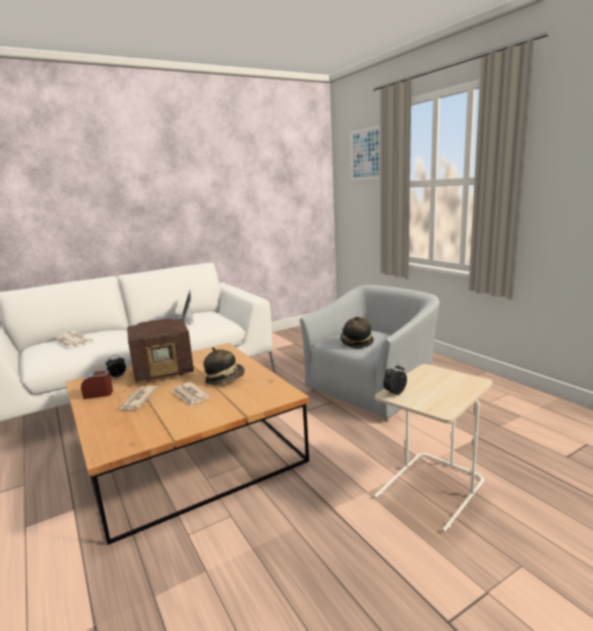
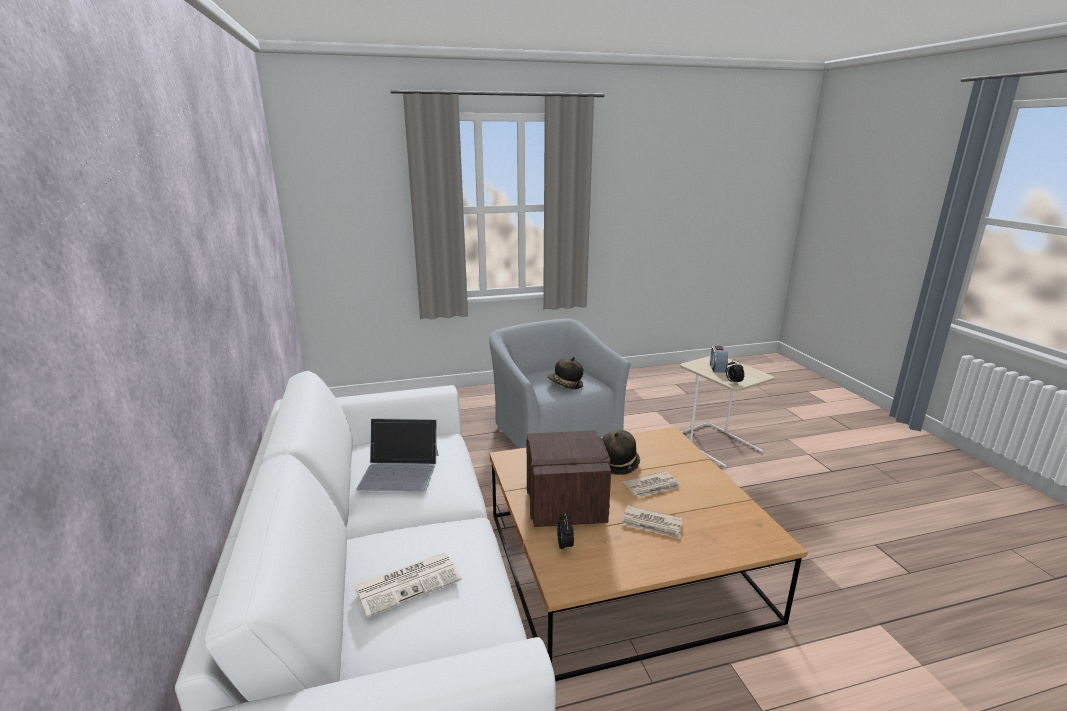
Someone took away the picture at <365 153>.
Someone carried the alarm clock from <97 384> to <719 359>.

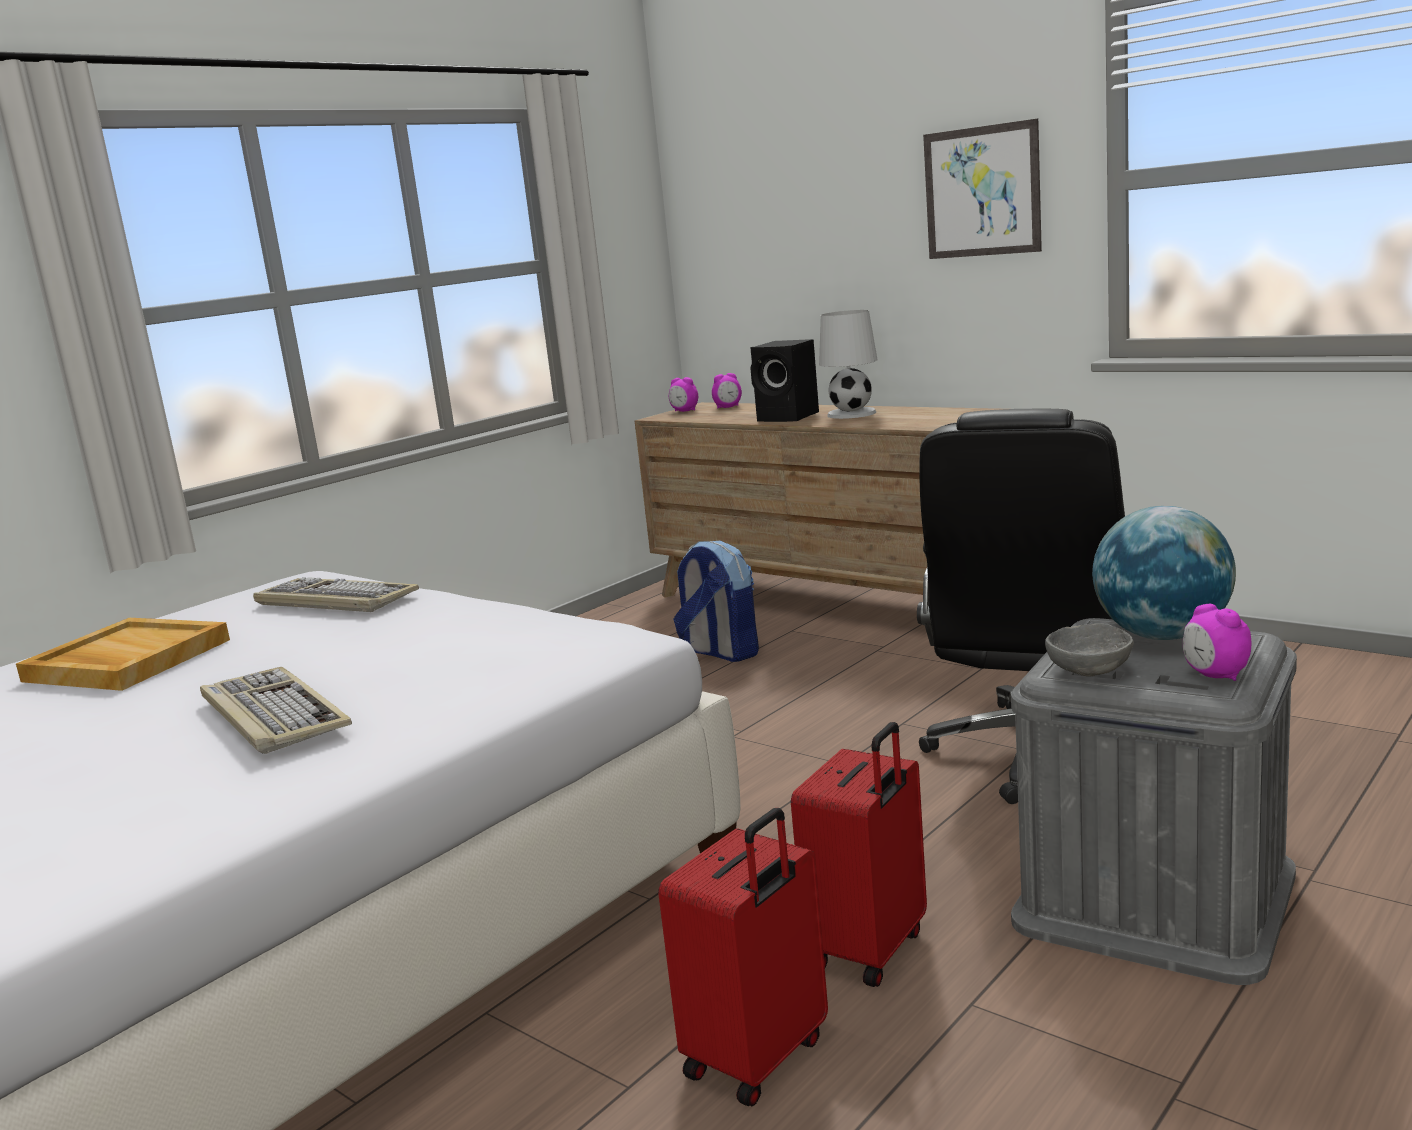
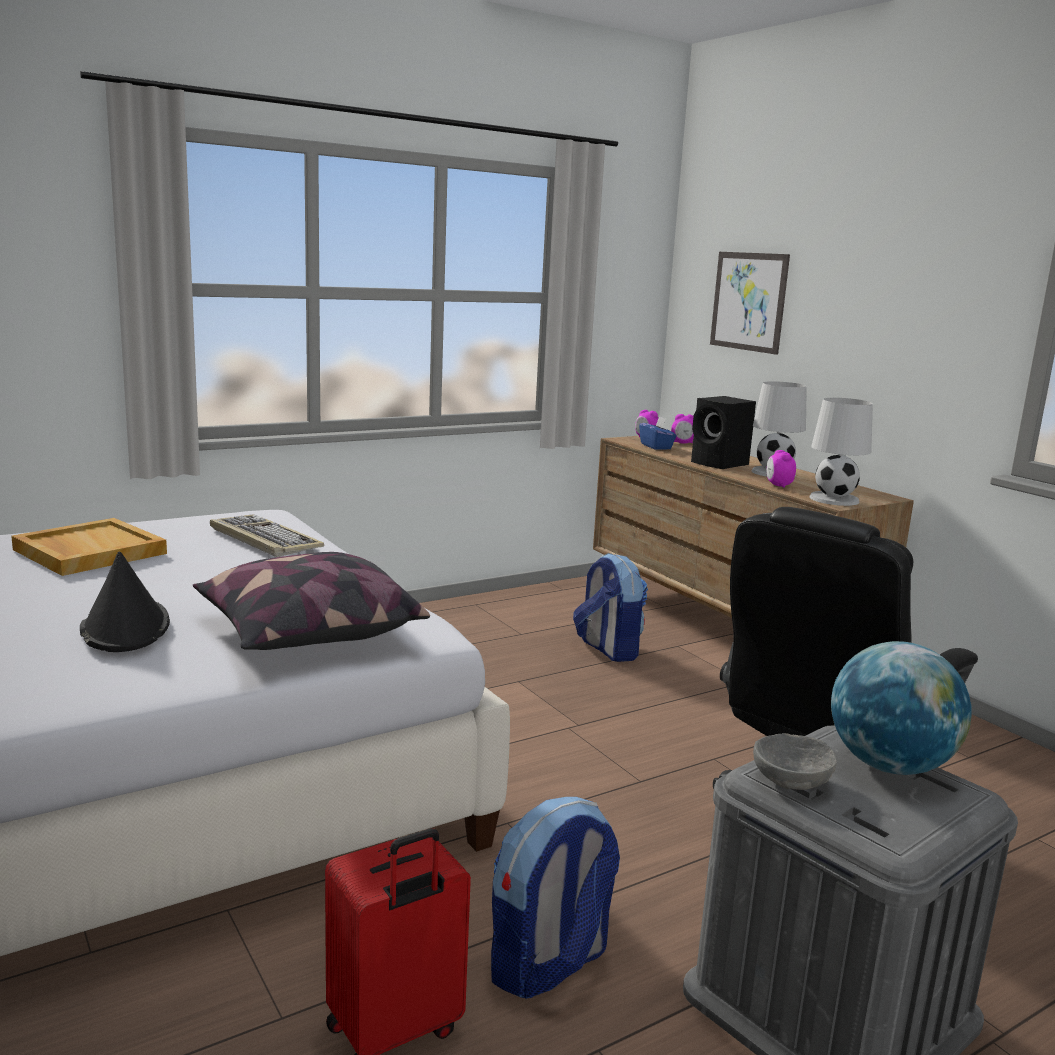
Someone carried the picture from <982 189> to <750 303>.
Someone carried the alarm clock from <1217 642> to <781 469>.
Someone swapped the keyboard at <276 710> for the black hat at <125 601>.
Someone swapped the red suitcase at <859 854> for the backpack at <555 898>.
Someone put down the white table lamp at <841 452>.
Someone put down the blue tissue box at <658 433>.
Someone put down the pillow at <311 601>.

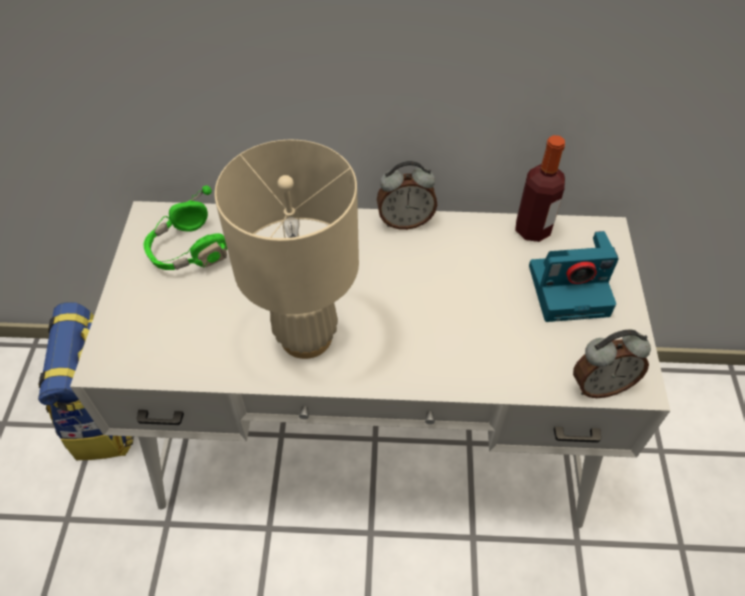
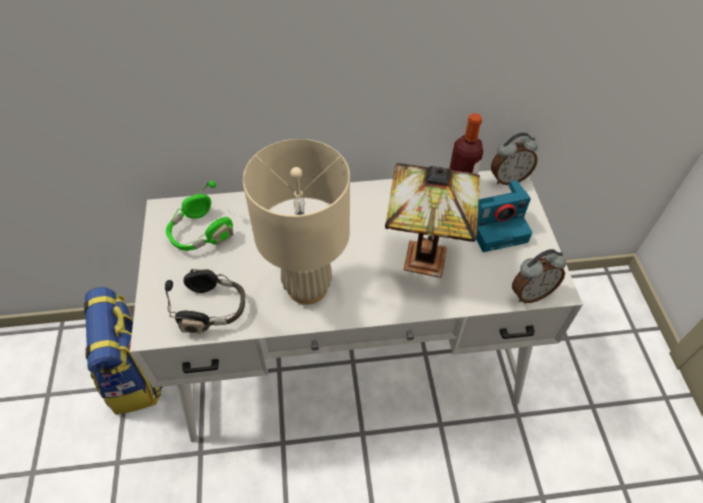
Someone carried the alarm clock from <407 195> to <514 159>.
Someone put down the table lamp at <432 220>.
Someone put down the black headphones at <205 301>.

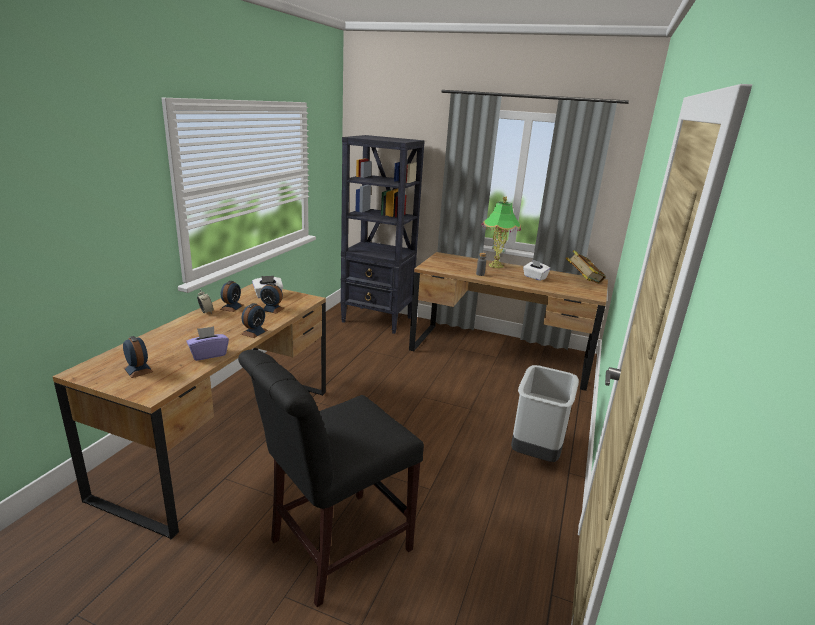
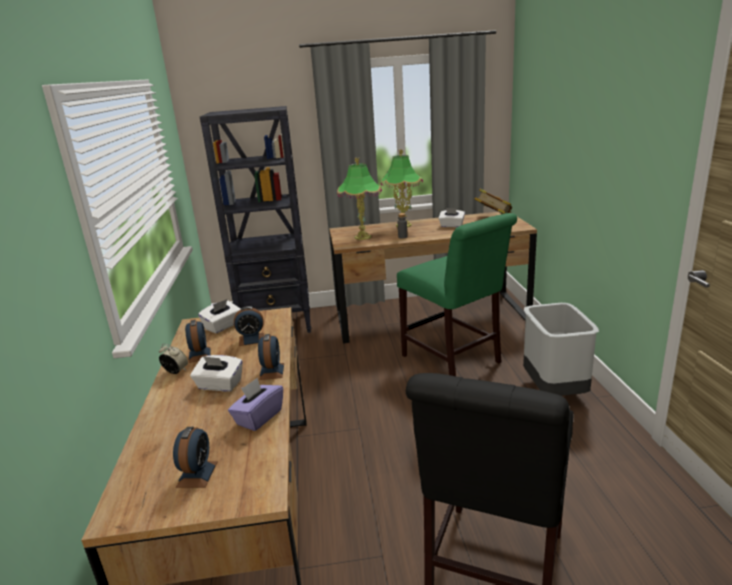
Someone rotated the alarm clock at <138 357> by 75 degrees clockwise.
Someone put down the table lamp at <359 199>.
Someone put down the green chair at <457 294>.
Someone put down the white tissue box at <216 373>.

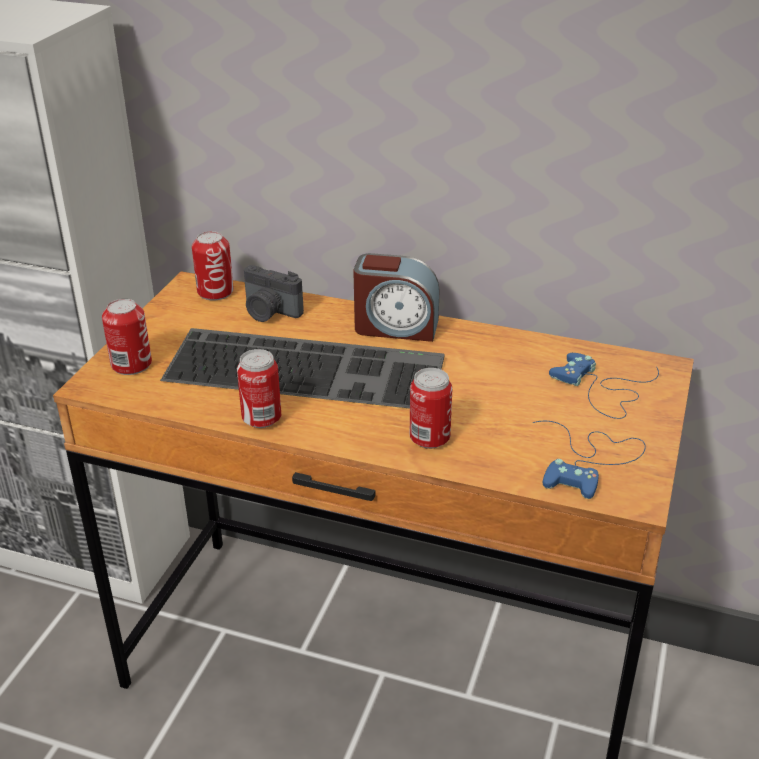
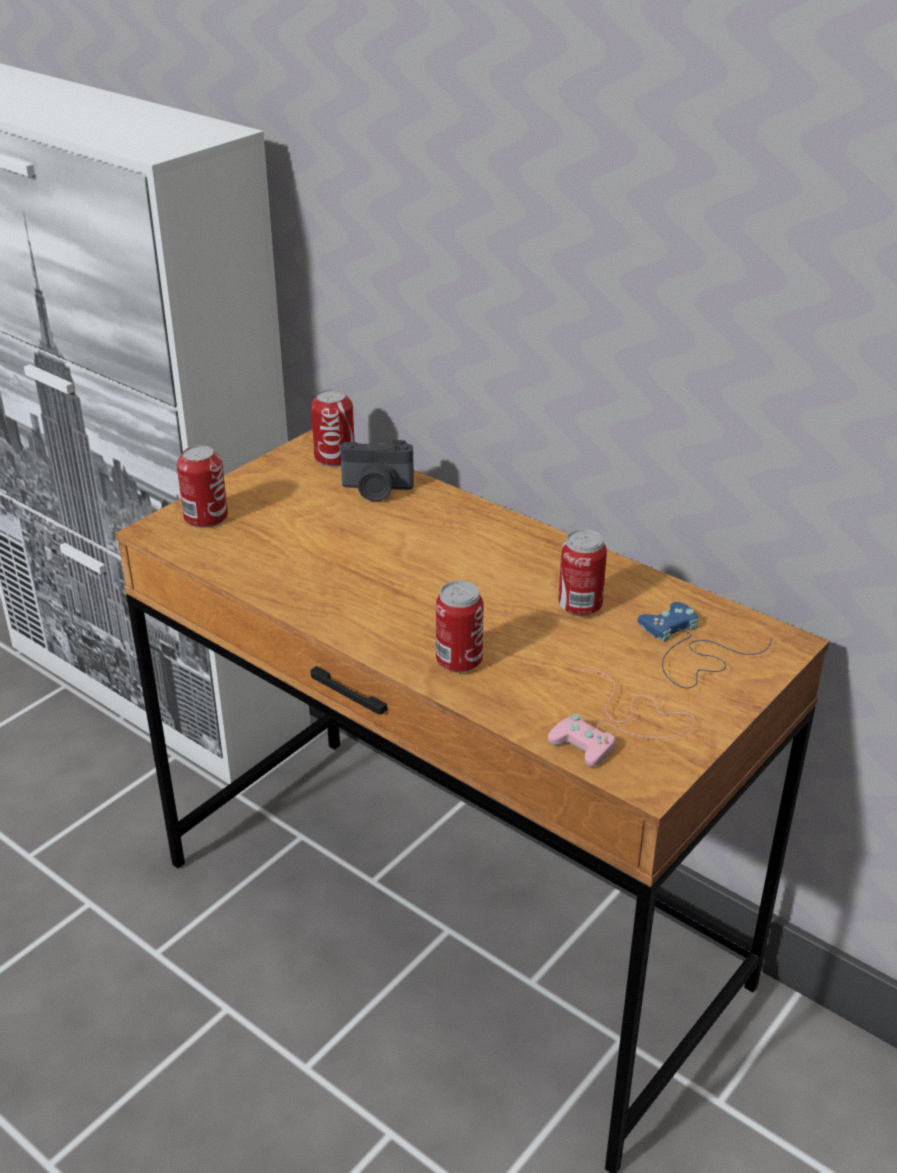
Someone took away the alarm clock at <396 297>.
Someone rotated the photo camera at <274 293> by 45 degrees counterclockwise.
Someone took away the keyboard at <302 368>.
Someone carried the can from <259 388> to <582 572>.
Someone repainted the blue game controller at <589 460>, which became the pink game controller at <621 718>.

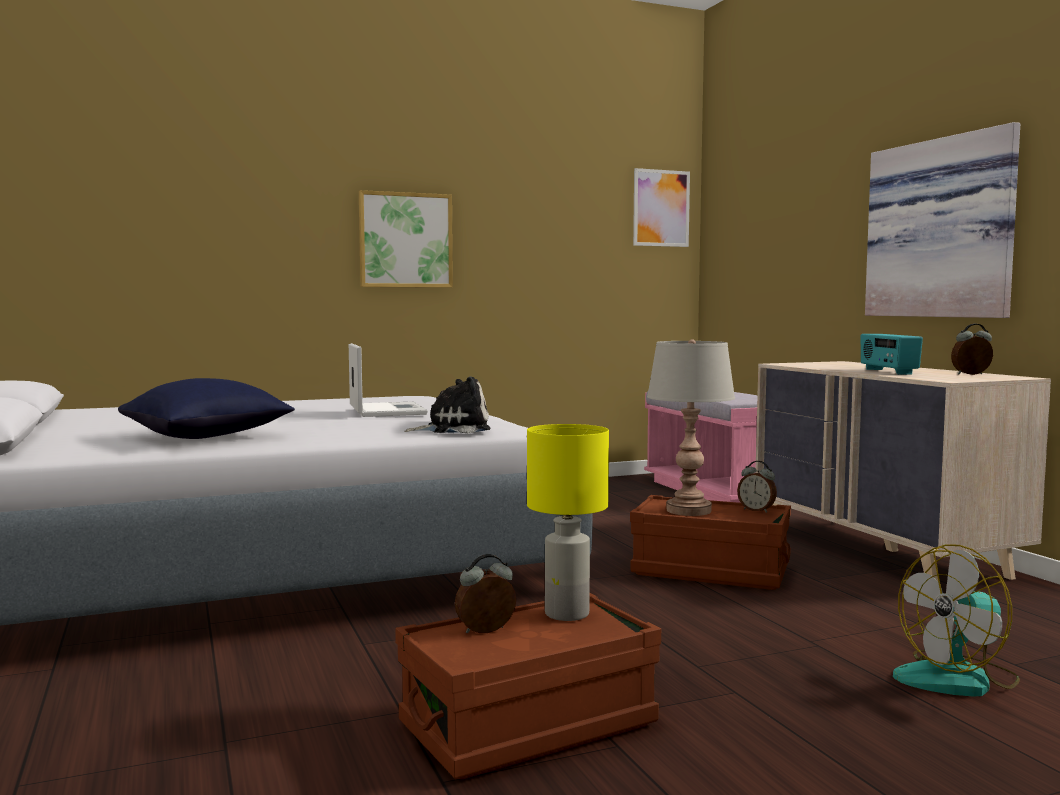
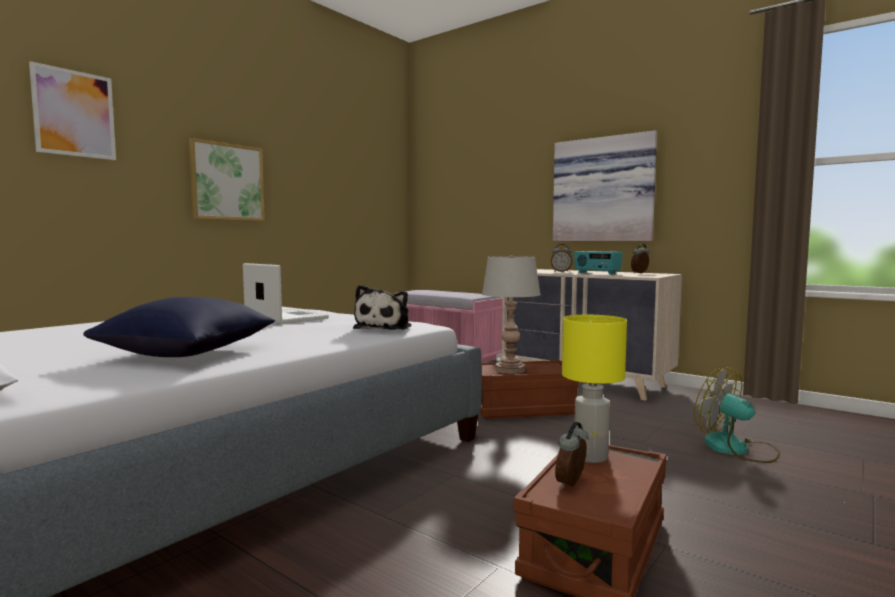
Someone carried the picture from <661 207> to <72 110>.
Someone rotated the plush toy at <447 404> by 150 degrees clockwise.
Someone carried the alarm clock from <757 487> to <561 258>.
Someone rotated the fan at <956 620> by 105 degrees clockwise.

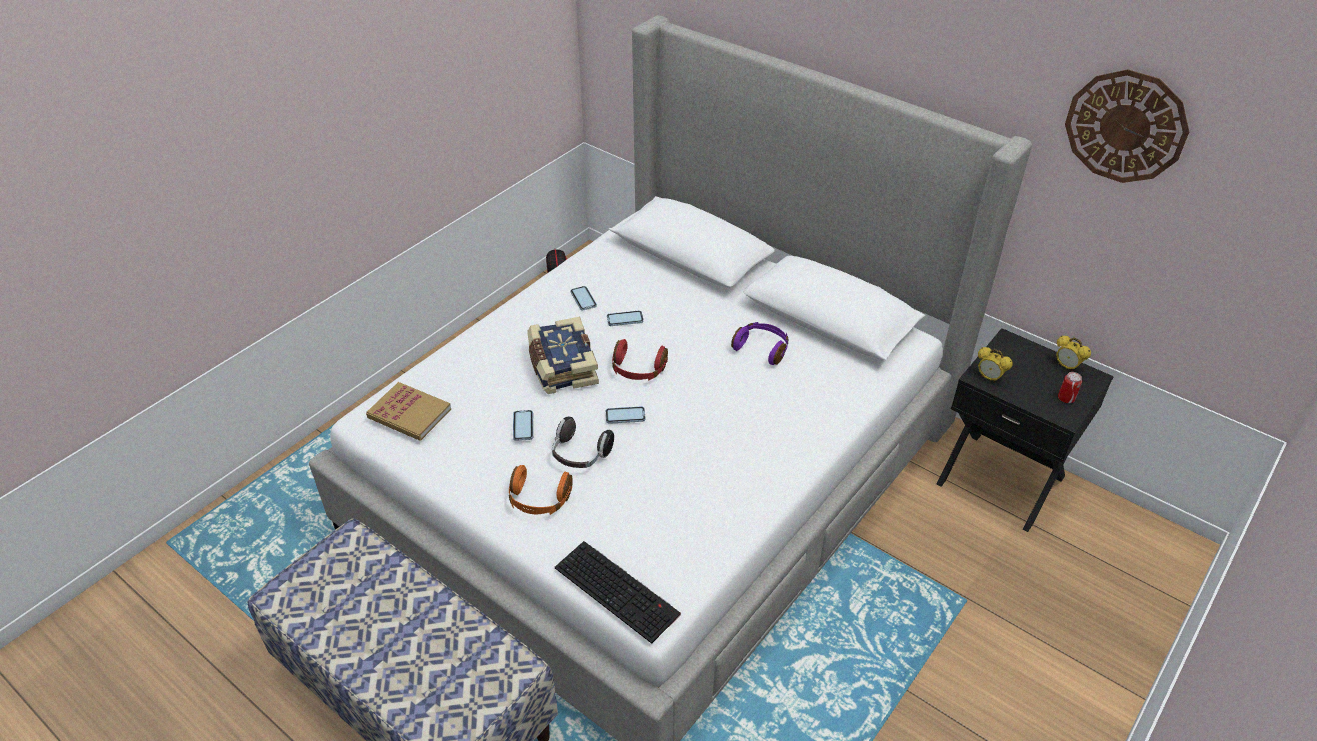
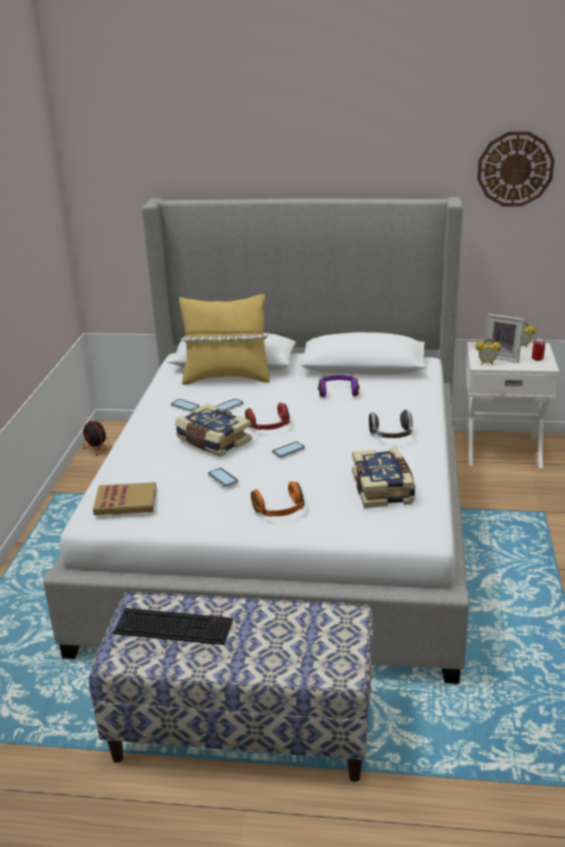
Someone repainted the black nightstand at <1025 430>, which became the white nightstand at <512 405>.
Someone carried the headphones from <583 442> to <391 424>.
Someone carried the keyboard from <618 592> to <173 626>.
Someone put down the yellow pillow at <224 339>.
Someone put down the picture frame at <504 338>.
Someone put down the book at <384 478>.

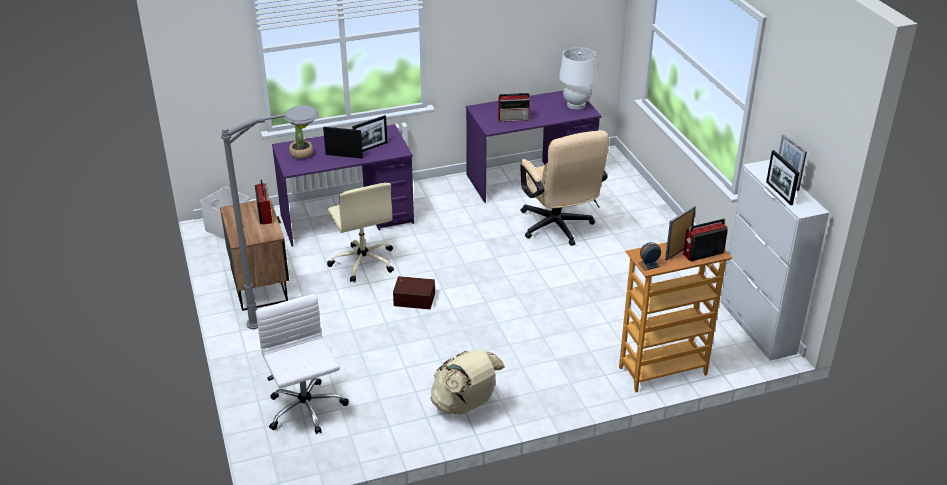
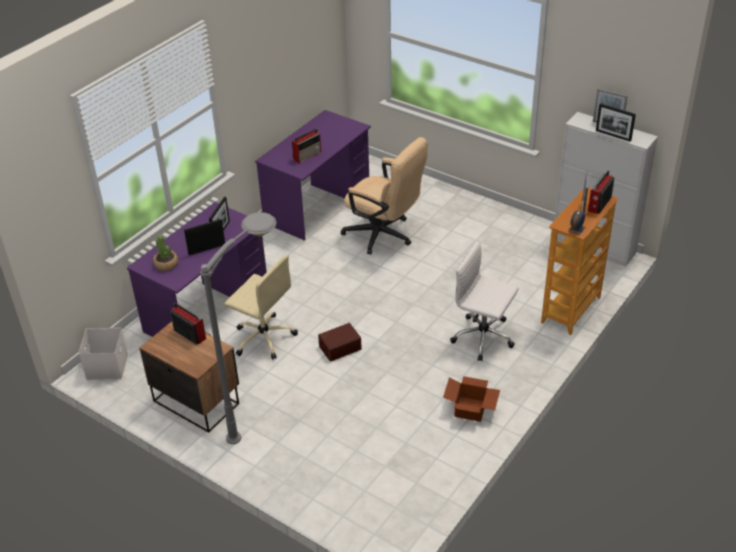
Someone took away the white table lamp at <578 78>.
Someone carried the white office chair from <302 364> to <484 301>.
Someone swapped the beige backpack at <467 382> for the cardboard box at <471 399>.

